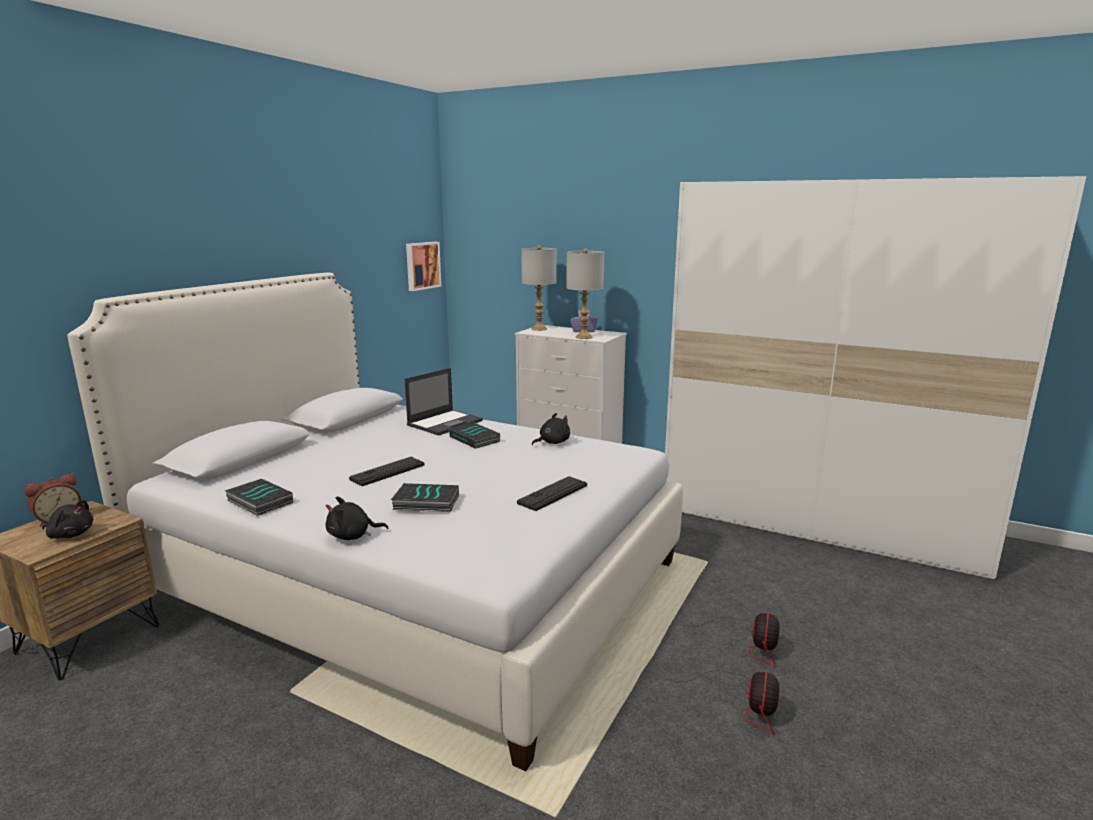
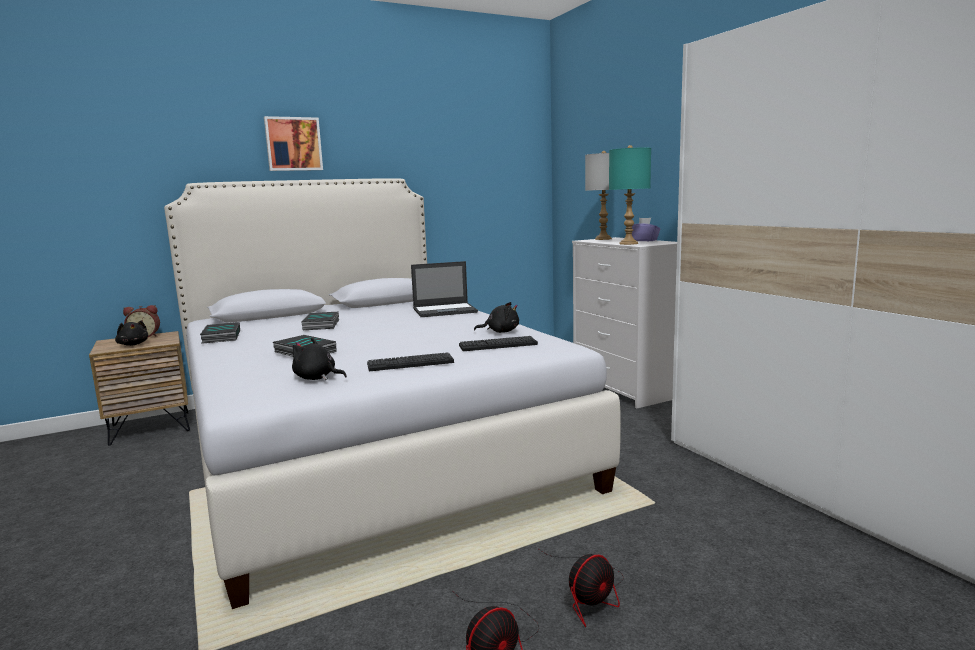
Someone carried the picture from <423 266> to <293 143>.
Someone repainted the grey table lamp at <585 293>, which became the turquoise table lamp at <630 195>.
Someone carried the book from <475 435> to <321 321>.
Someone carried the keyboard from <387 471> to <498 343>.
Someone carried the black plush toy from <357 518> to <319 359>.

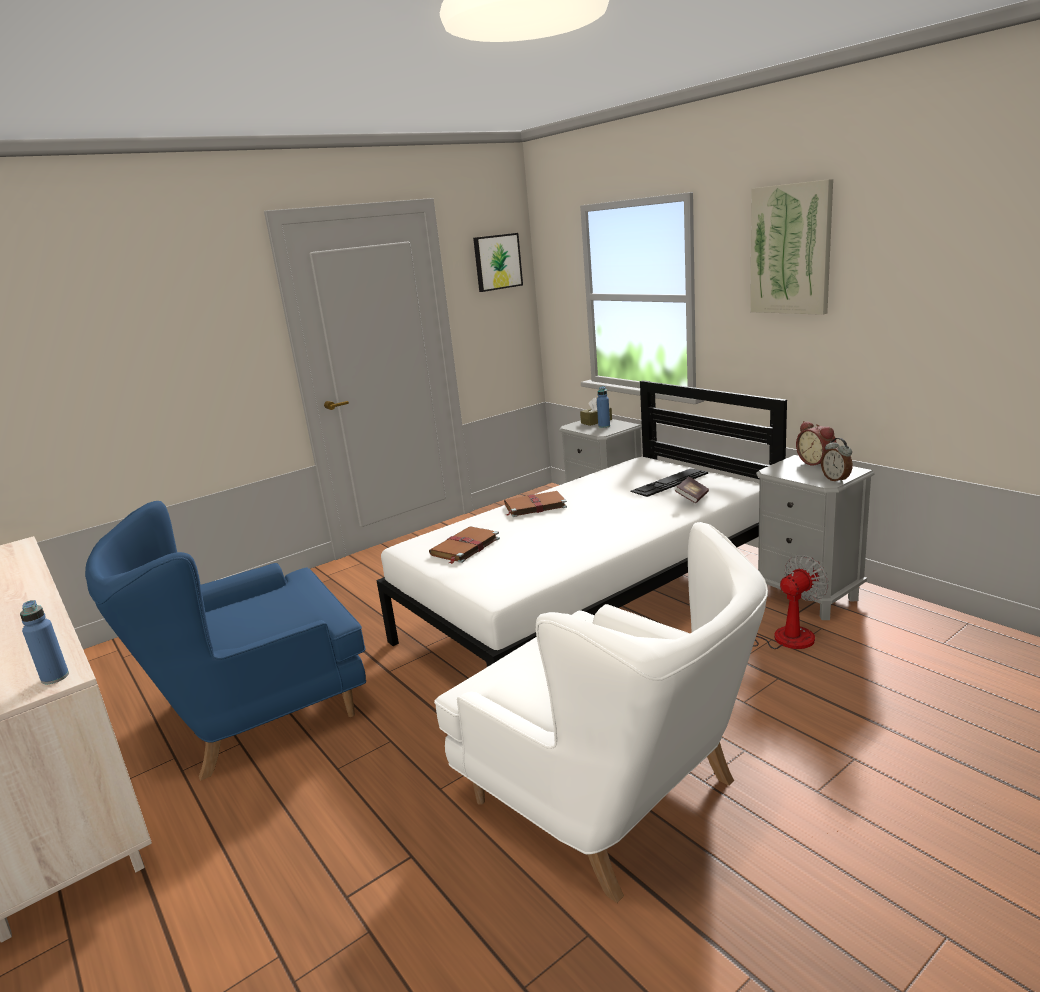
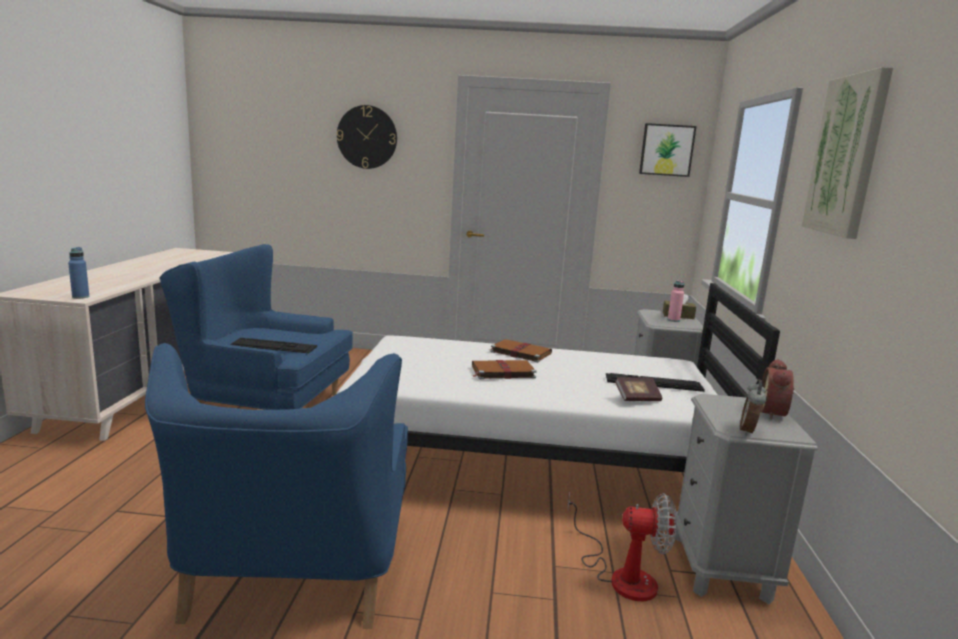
Someone repainted the blue bottle at <603 407>, which became the pink bottle at <675 301>.
Someone repainted the white armchair at <601 712>, which became the blue armchair at <276 486>.
Someone carried the brown book from <464 545> to <504 369>.
Someone put up the wall clock at <367 137>.
Someone put down the keyboard at <273 345>.

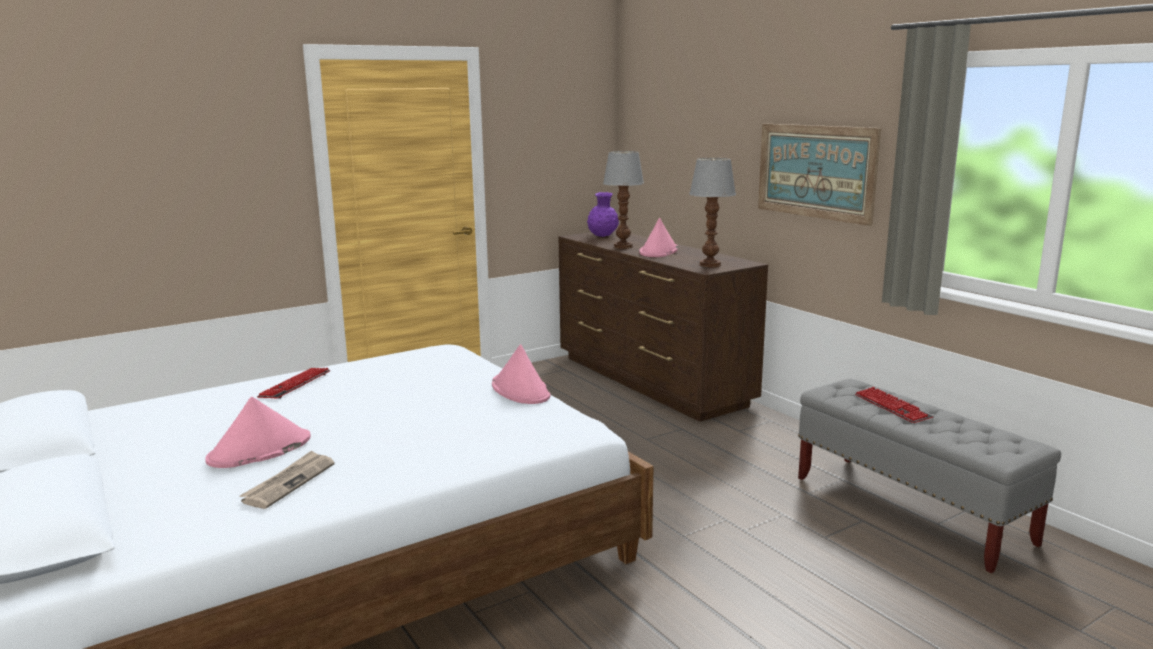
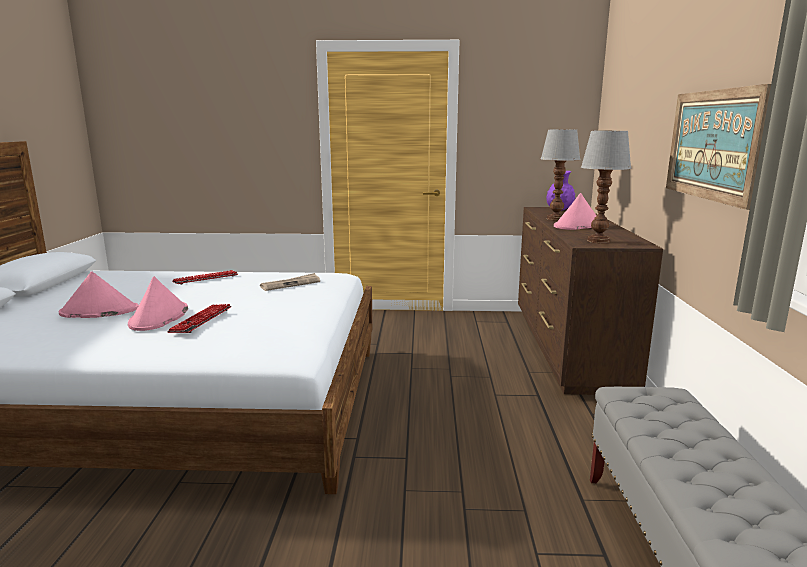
Someone carried the pink hat from <521 374> to <158 303>.
Someone carried the keyboard from <894 405> to <199 318>.
Someone carried the newspaper from <287 479> to <290 282>.

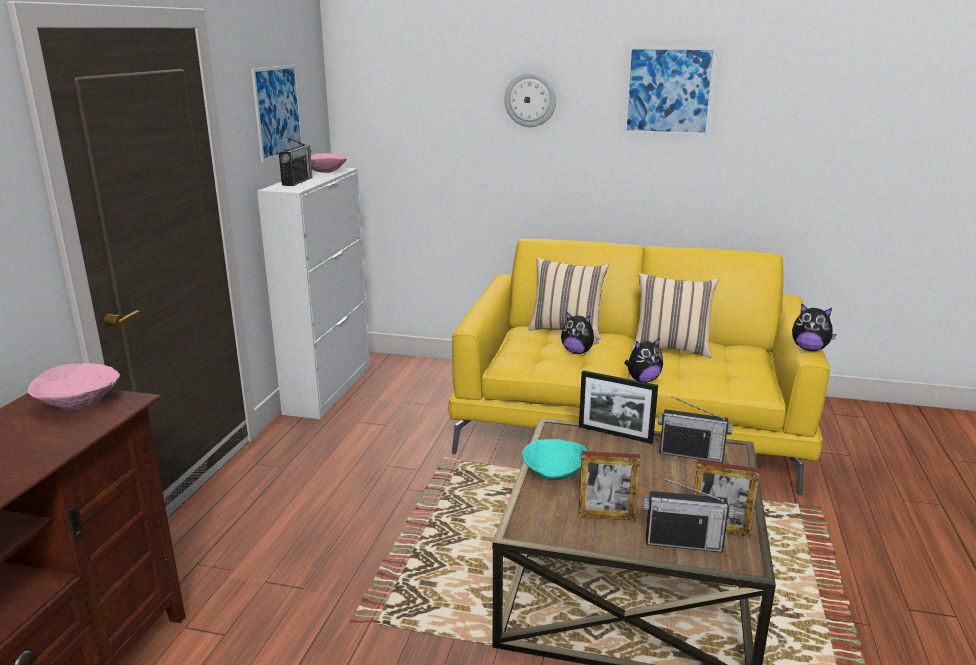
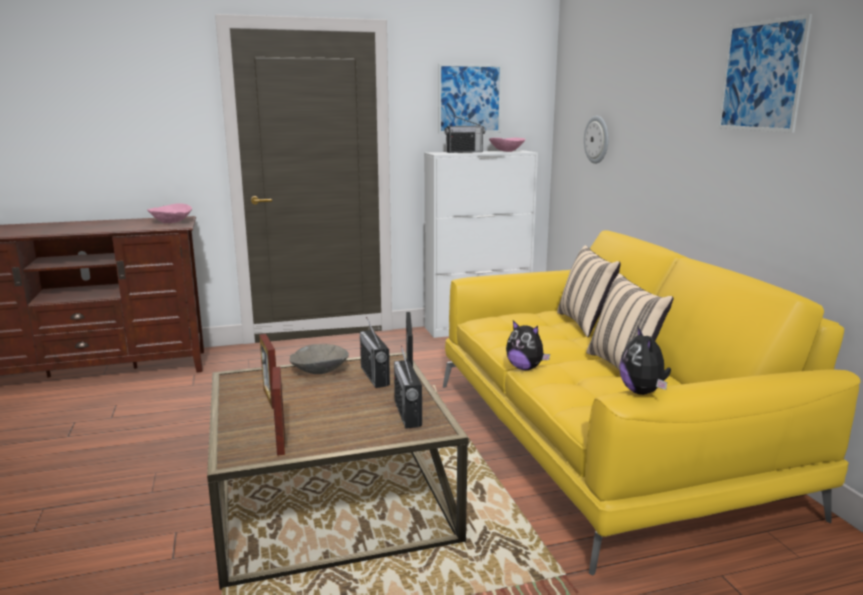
Someone carried the wall clock from <530 99> to <596 140>.
Someone took away the plush toy at <580 332>.
Someone repainted the turquoise bowl at <554 459>, which became the grey bowl at <319 359>.
Someone carried the radio from <688 515> to <375 352>.

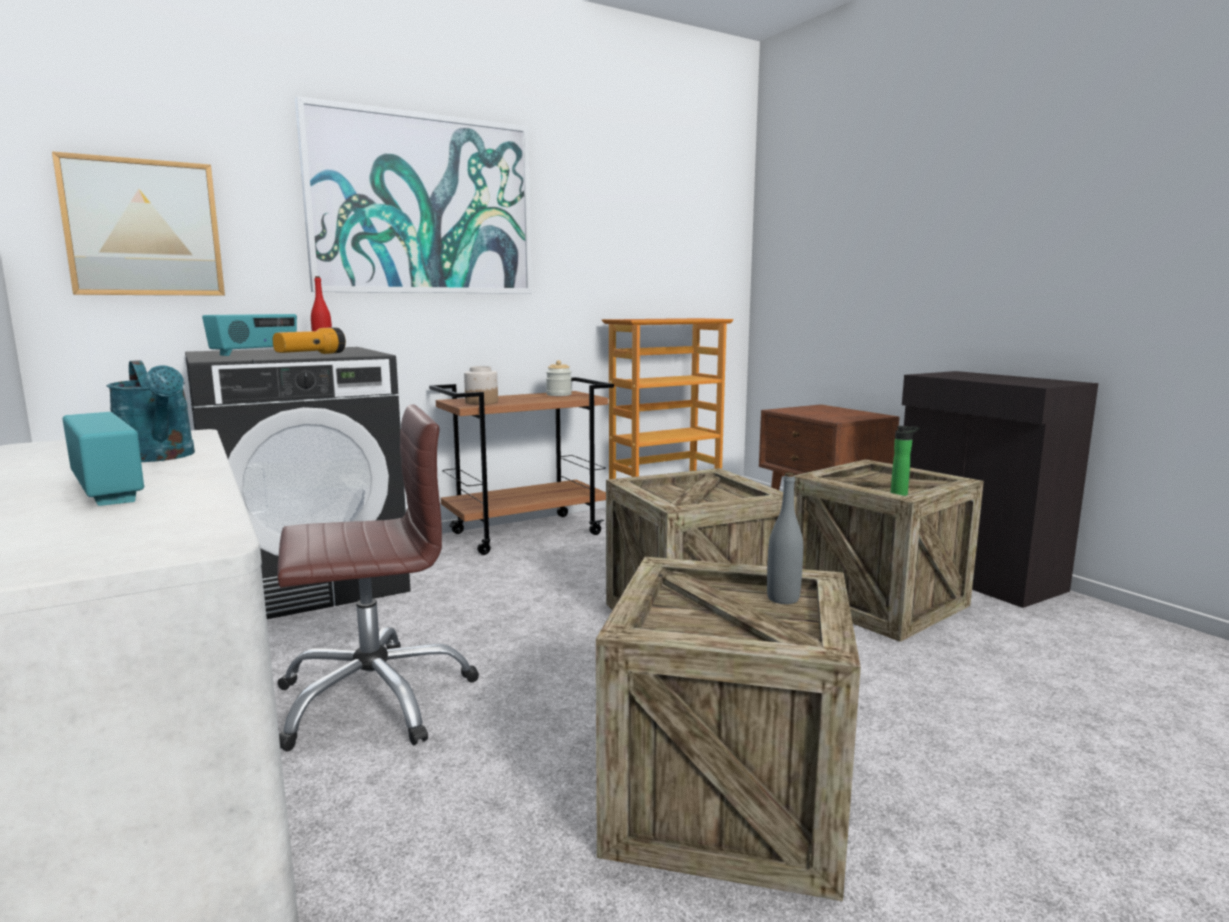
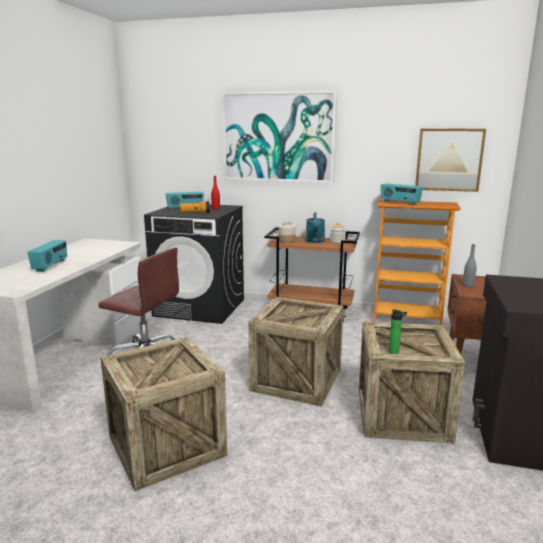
Someone carried the picture from <138 223> to <450 160>.
Someone carried the turquoise watering can from <150 411> to <315 228>.
Someone carried the grey bottle from <785 538> to <470 265>.
Someone put down the radio at <402 194>.

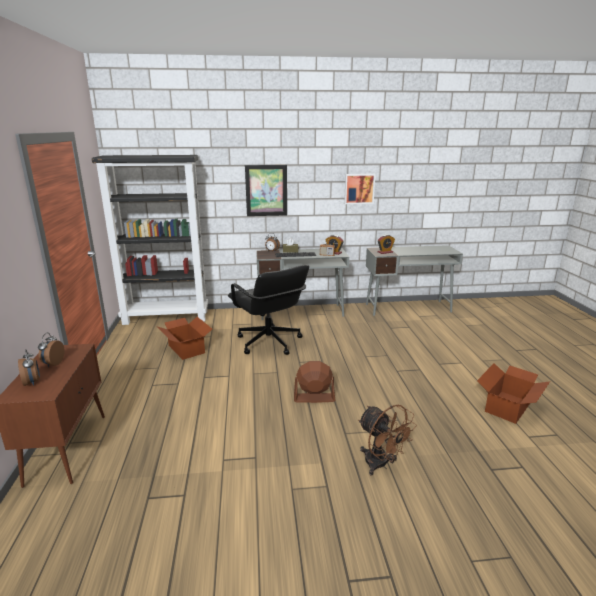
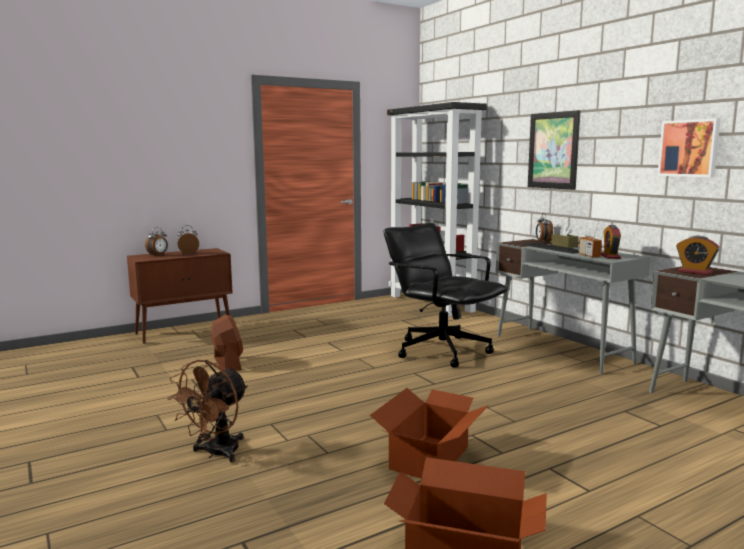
Someone rotated the black office chair at <268 310> by 105 degrees clockwise.
Someone carried the cardboard box from <184 338> to <429 433>.
Someone carried the brown fan from <314 382> to <227 342>.

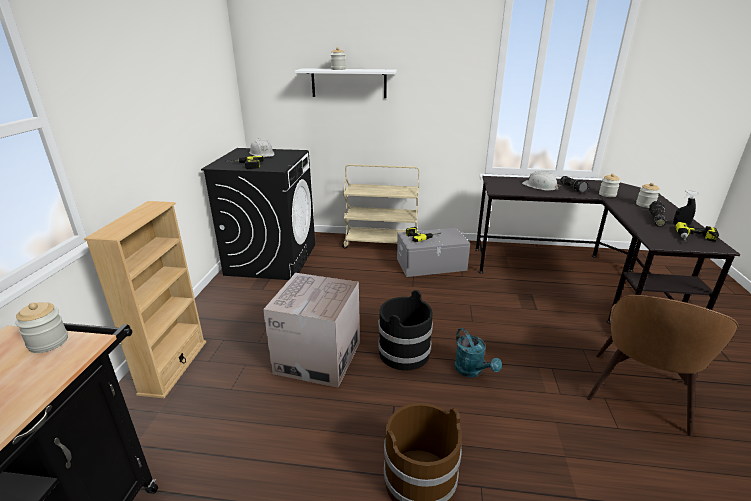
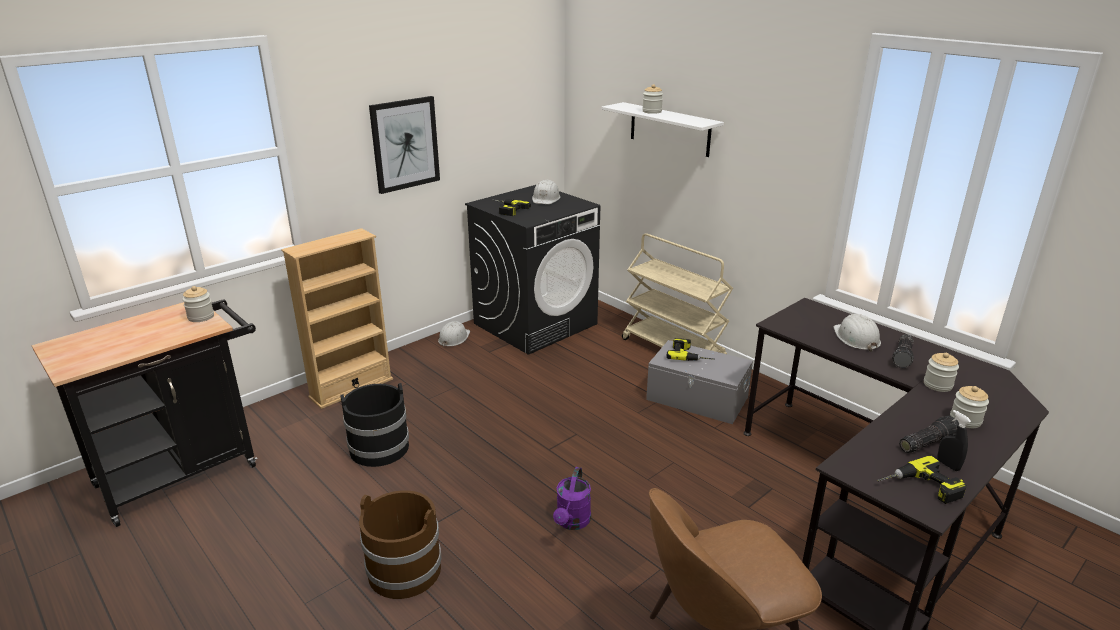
Someone took away the cardboard box at <311 330>.
Someone carried the black bucket from <405 330> to <374 425>.
Someone repainted the turquoise watering can at <478 352>, which became the purple watering can at <572 498>.
Someone put up the picture at <404 145>.
Someone put down the white hard hat at <454 334>.

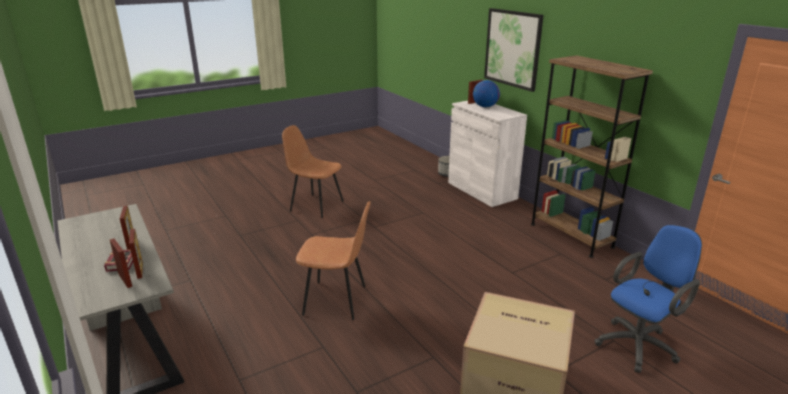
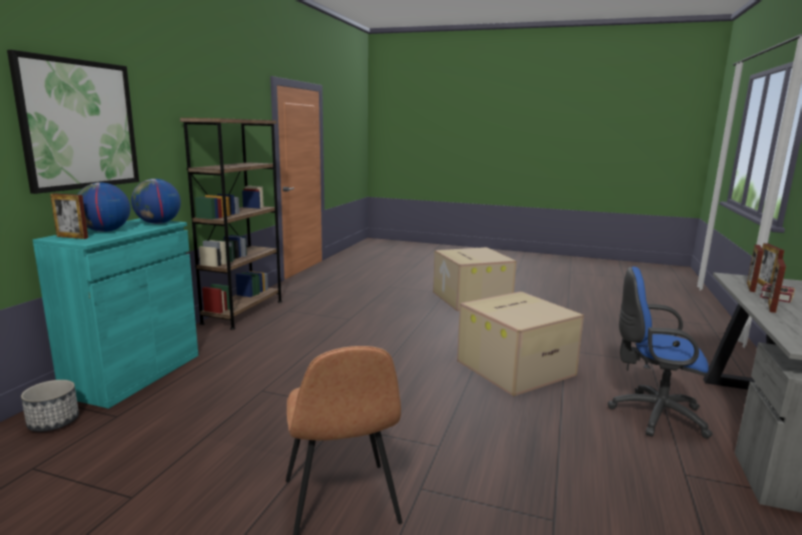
Someone repainted the white cabinet at <487 154>, which became the turquoise cabinet at <115 313>.
Someone swapped the brown chair at <333 260> for the cardboard box at <520 343>.
Someone carried the blue office chair from <648 299> to <660 353>.
Someone put down the globe at <156 201>.

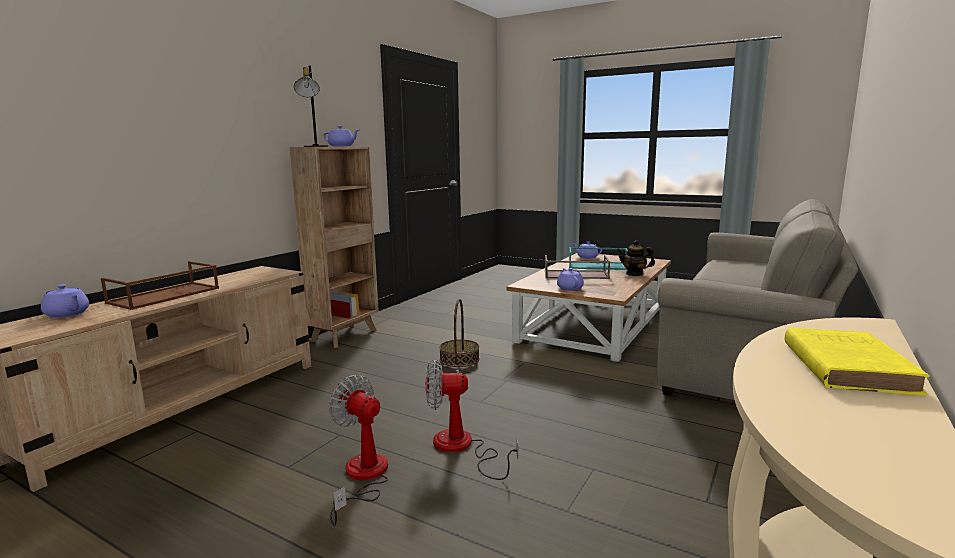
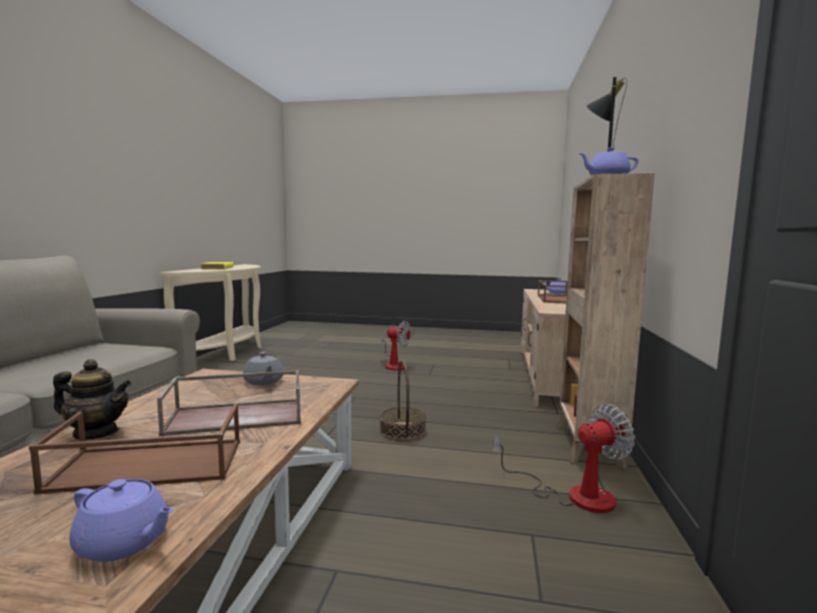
Someone repainted the turquoise tray at <598 258>, which became the brown tray at <134 449>.
Someone repainted the purple teapot at <570 279>, which became the grey teapot at <263 369>.
Someone carried the fan from <472 420> to <564 458>.

